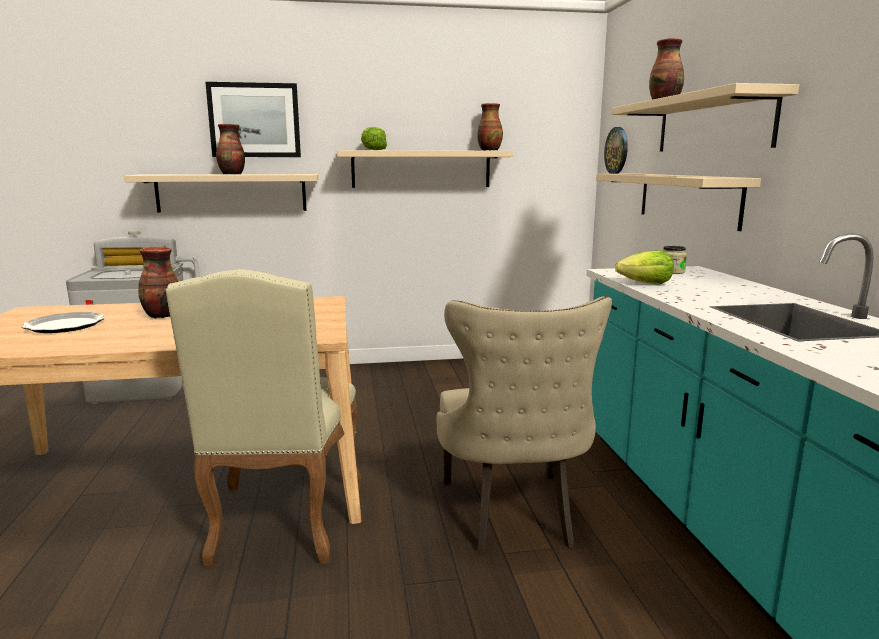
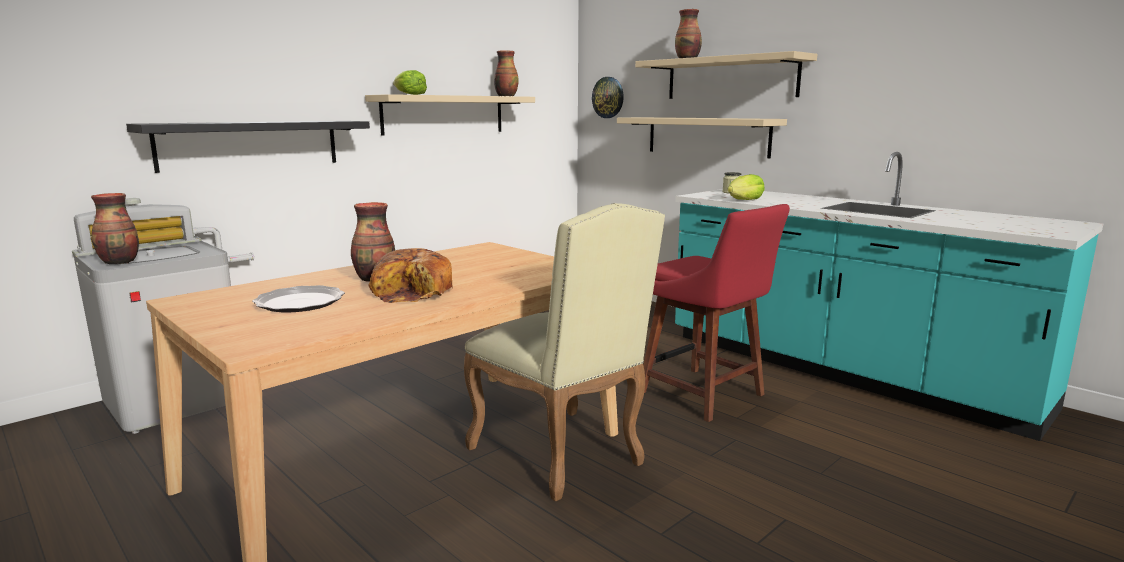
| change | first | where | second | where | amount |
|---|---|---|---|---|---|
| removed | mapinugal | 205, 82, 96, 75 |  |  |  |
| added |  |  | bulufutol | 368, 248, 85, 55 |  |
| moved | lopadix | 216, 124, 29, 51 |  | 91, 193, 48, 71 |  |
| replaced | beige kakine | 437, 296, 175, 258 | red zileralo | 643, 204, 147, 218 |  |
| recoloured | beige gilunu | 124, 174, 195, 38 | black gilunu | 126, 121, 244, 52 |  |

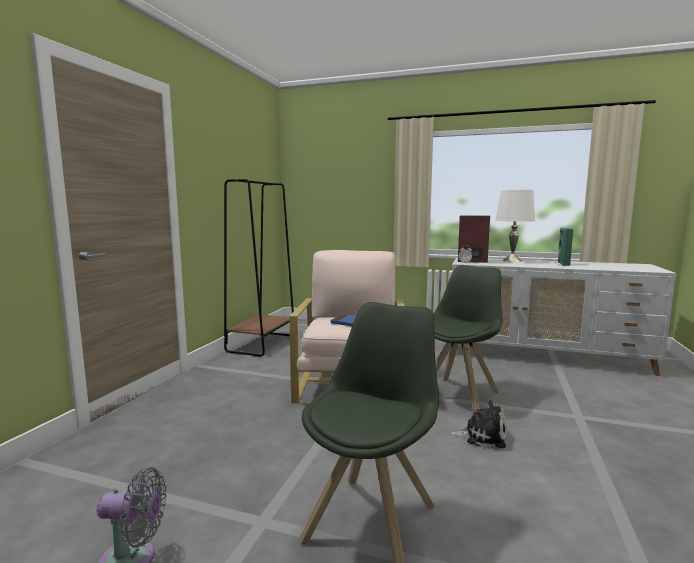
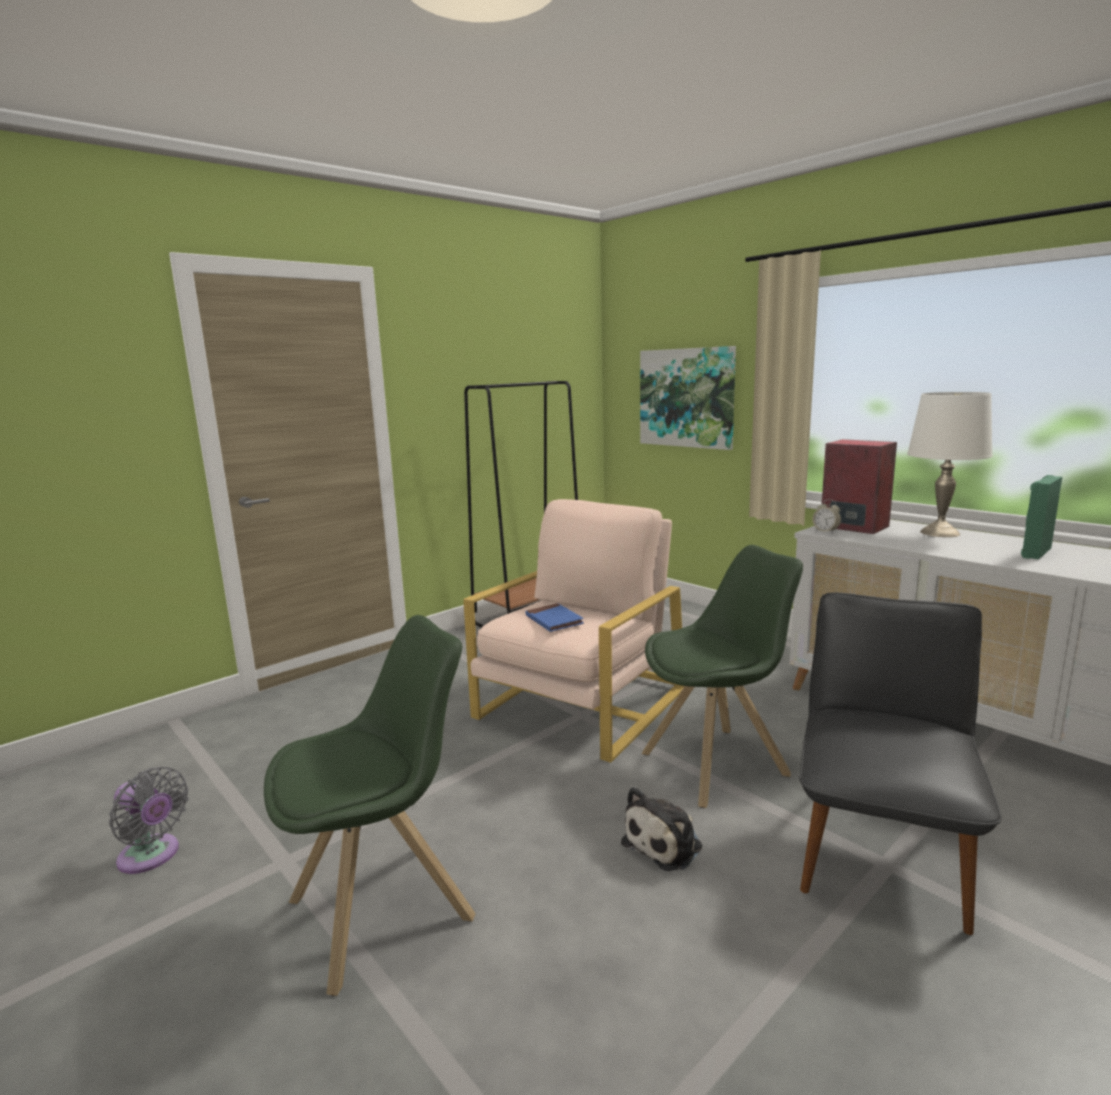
| change | first | where | second | where | amount |
|---|---|---|---|---|---|
| added |  |  | mapinugal | 640, 346, 96, 104 |  |
| added |  |  | black kakine | 799, 592, 203, 343 |  |
| turned | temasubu | 449, 400, 58, 49 |  | 621, 787, 81, 84 | 90 degrees clockwise |

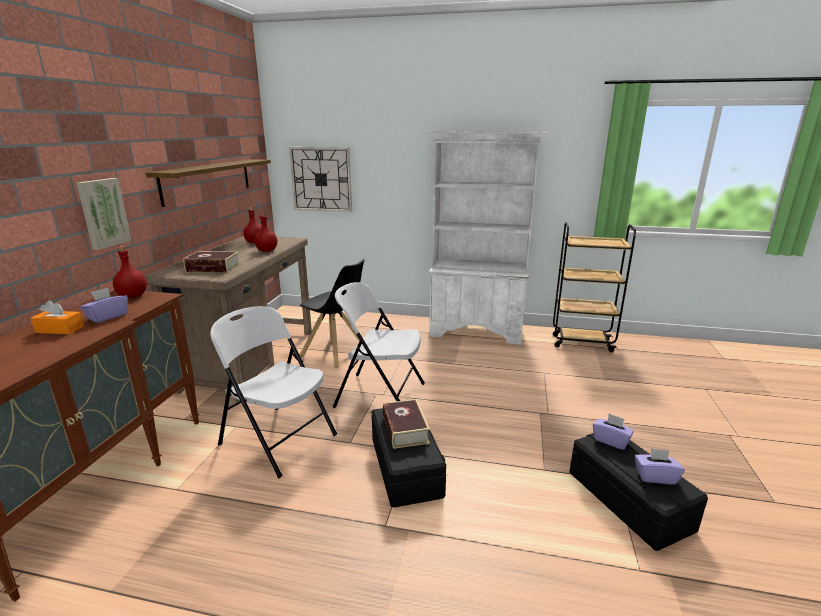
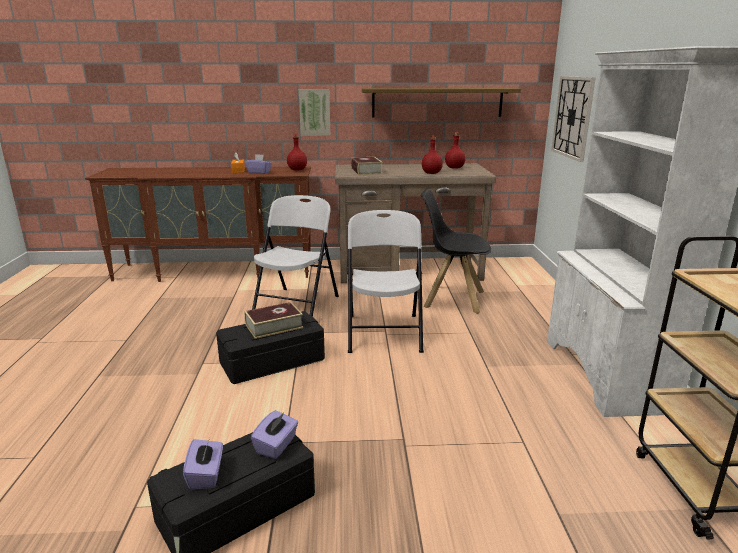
| change | first | where | second | where | amount |
|---|---|---|---|---|---|
| turned | black kakine | 299, 259, 66, 109 |  | 420, 189, 71, 125 | 90 degrees clockwise |

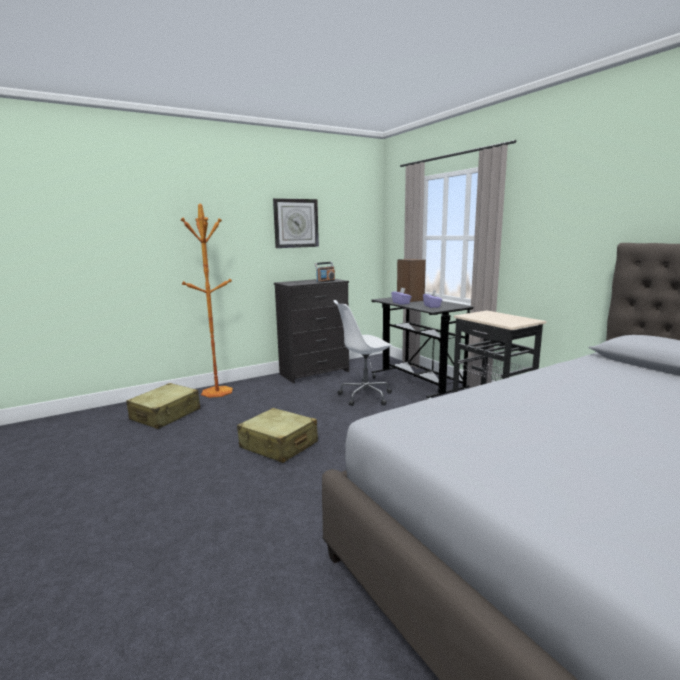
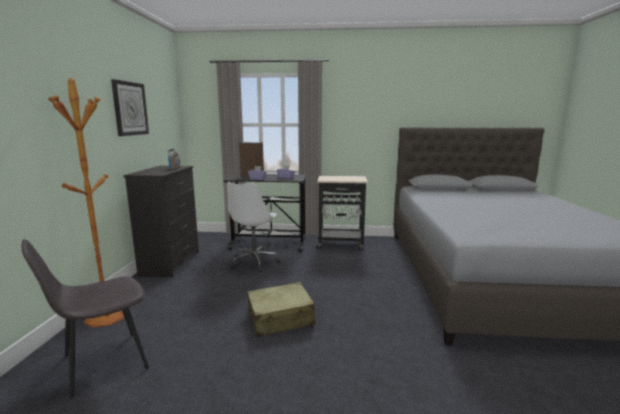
| change | first | where | second | where | amount |
|---|---|---|---|---|---|
| replaced | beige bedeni | 126, 383, 74, 46 | grey kakine | 22, 239, 127, 159 |  |

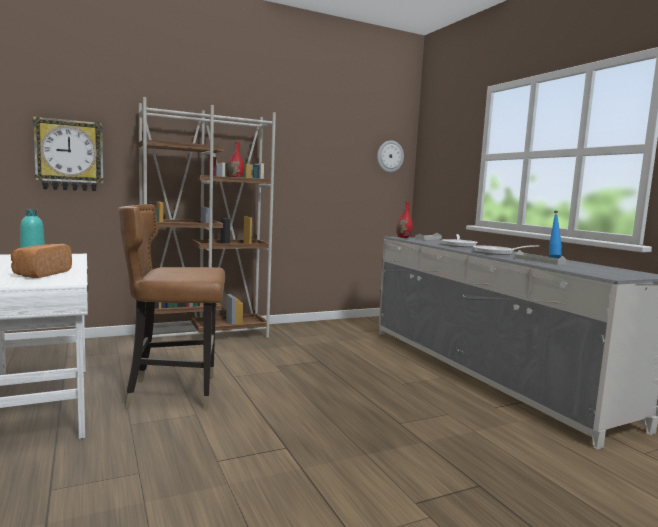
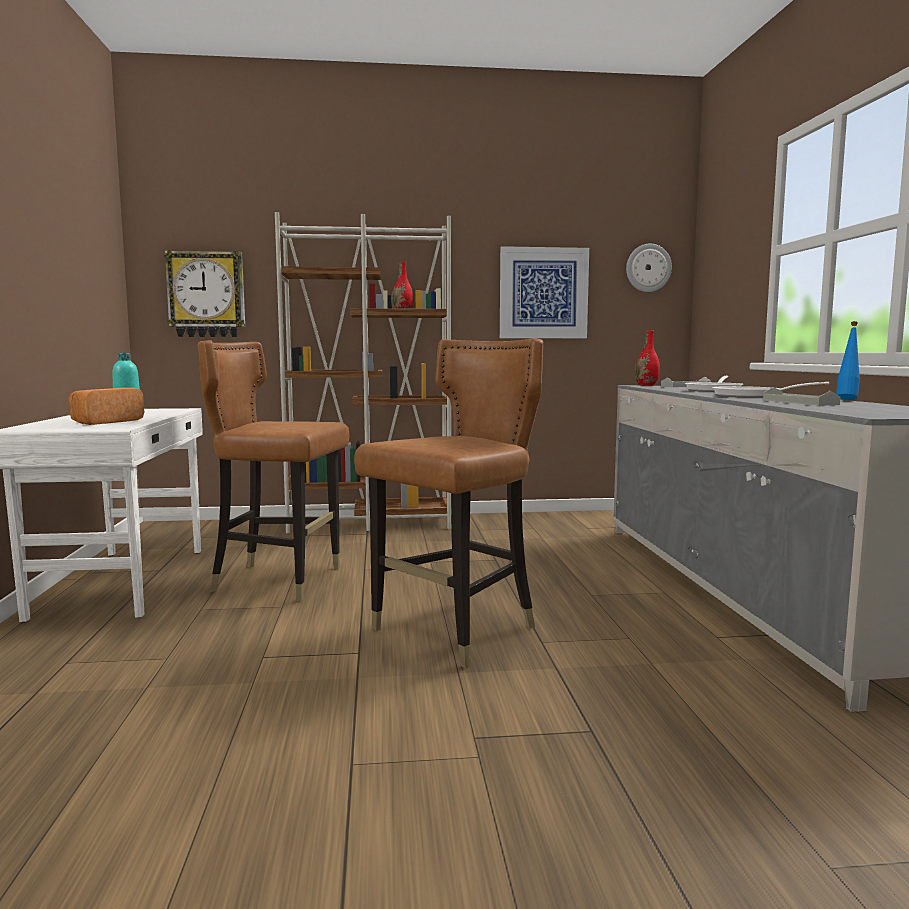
| change | first | where | second | where | amount |
|---|---|---|---|---|---|
| added |  |  | brown kakine | 354, 338, 189, 330 |  |
| added |  |  | mapinugal | 500, 246, 89, 92 |  |

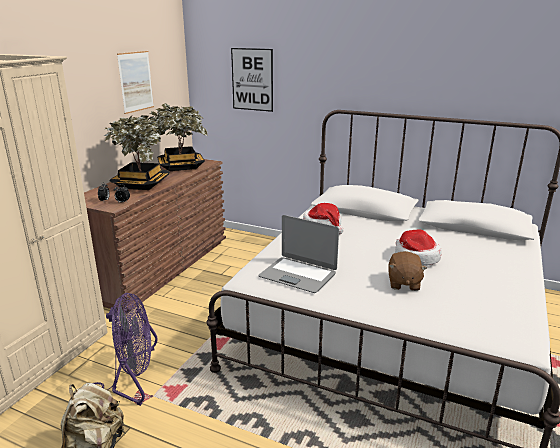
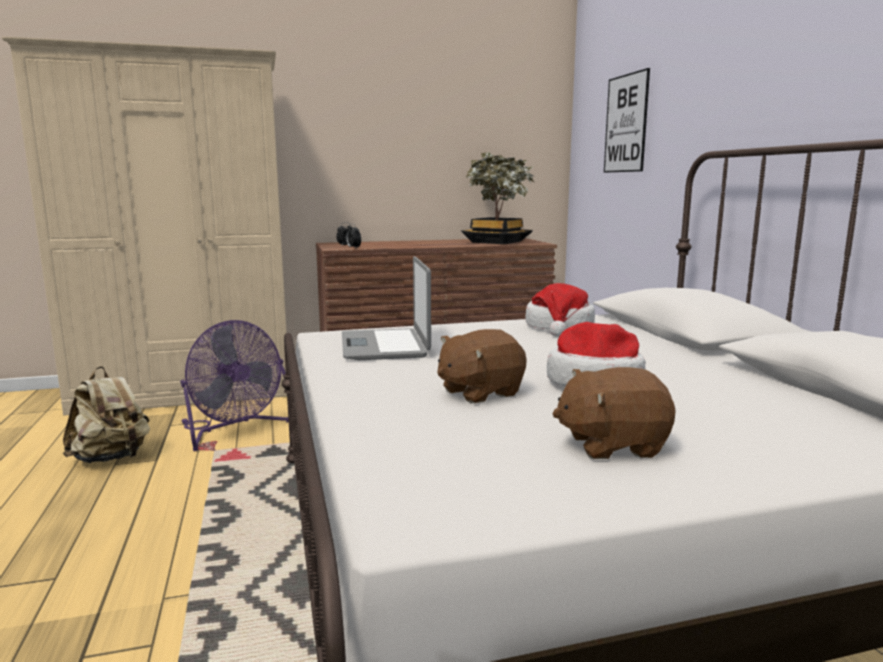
| change | first | where | second | where | amount |
|---|---|---|---|---|---|
| removed | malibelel | 104, 115, 66, 75 |  |  |  |
| removed | mapinugal | 117, 51, 37, 63 |  |  |  |
| added |  |  | brown temasubu | 552, 367, 124, 92 |  |

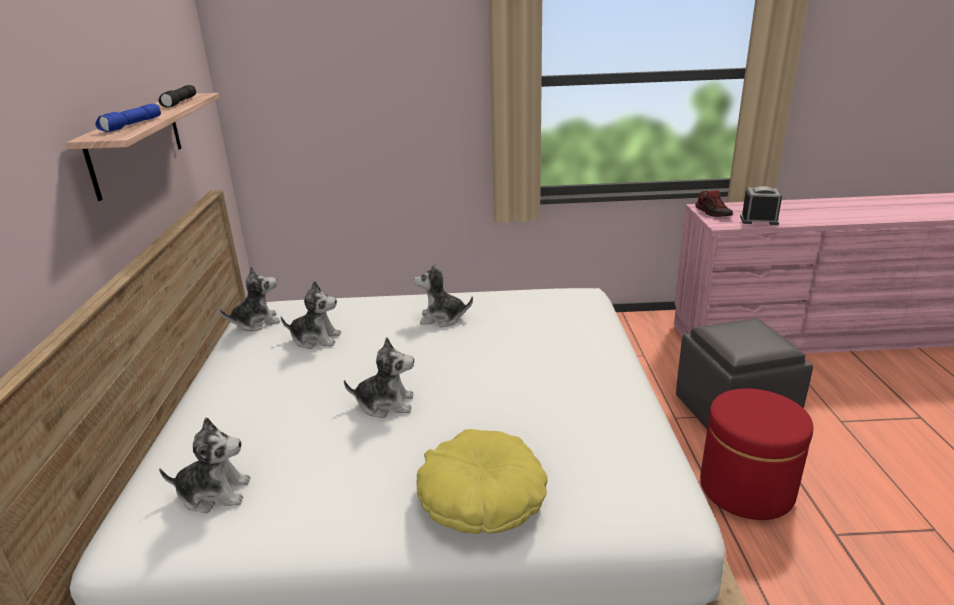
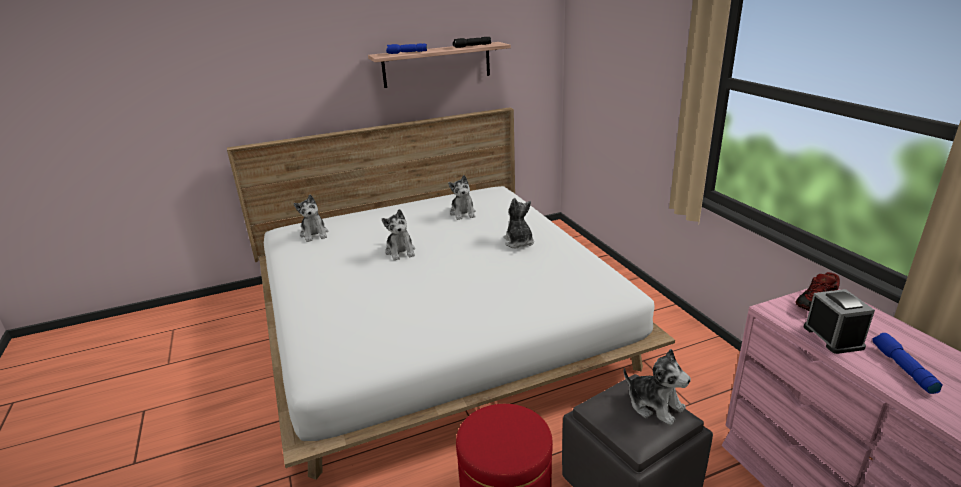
| change | first | where | second | where | amount |
|---|---|---|---|---|---|
| removed | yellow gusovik | 416, 429, 132, 105 |  |  |  |
| added |  |  | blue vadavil | 872, 333, 71, 61 |  |
| moved | temasubu | 220, 266, 60, 65 |  | 624, 349, 67, 77 |  |

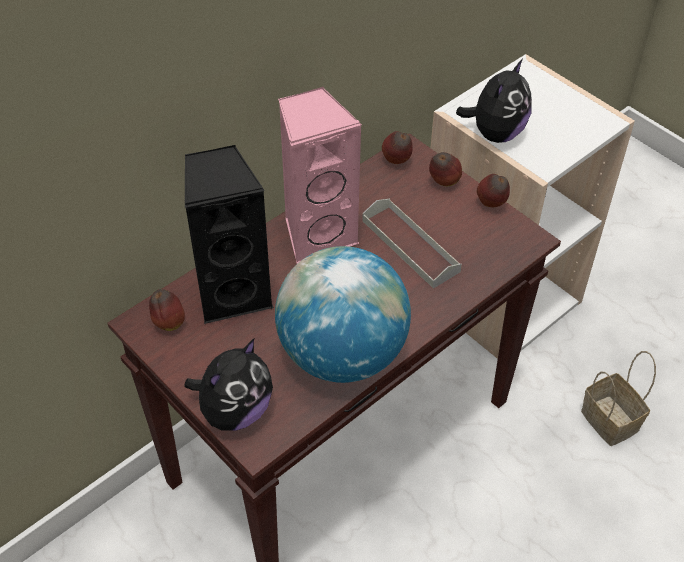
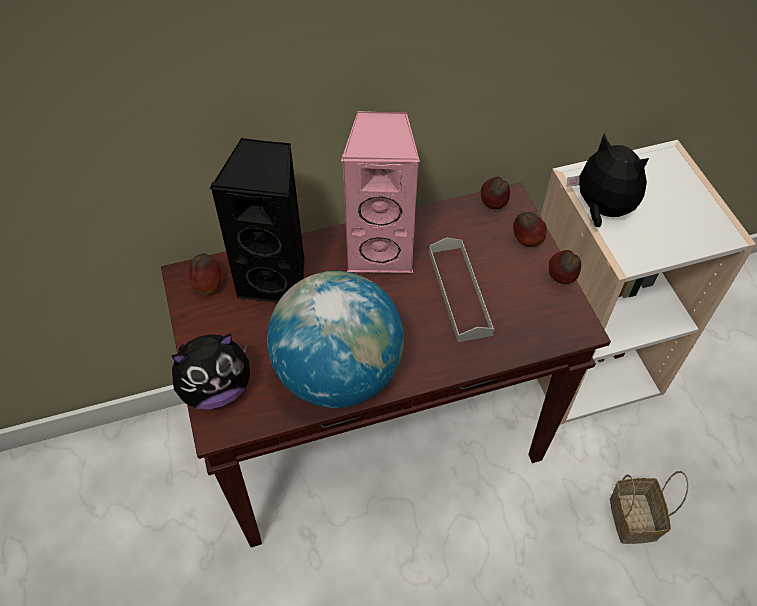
| change | first | where | second | where | amount |
|---|---|---|---|---|---|
| turned | temasubu | 456, 59, 76, 84 |  | 567, 133, 82, 94 | 105 degrees counterclockwise |

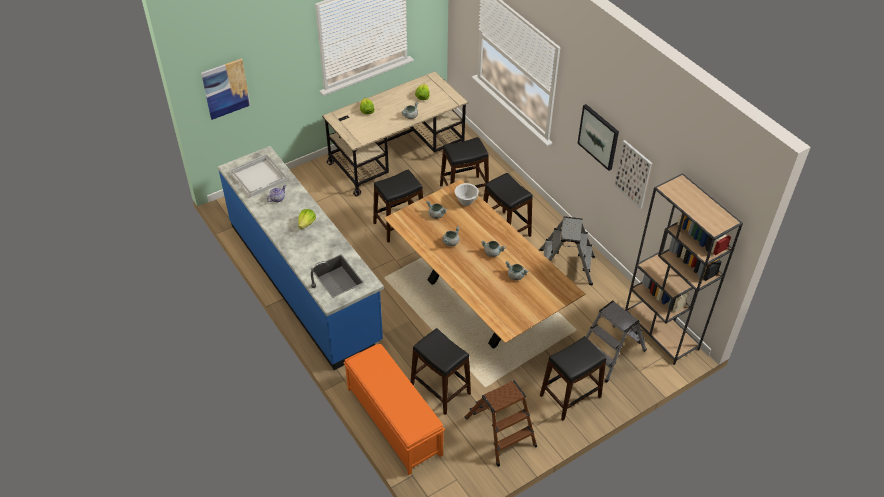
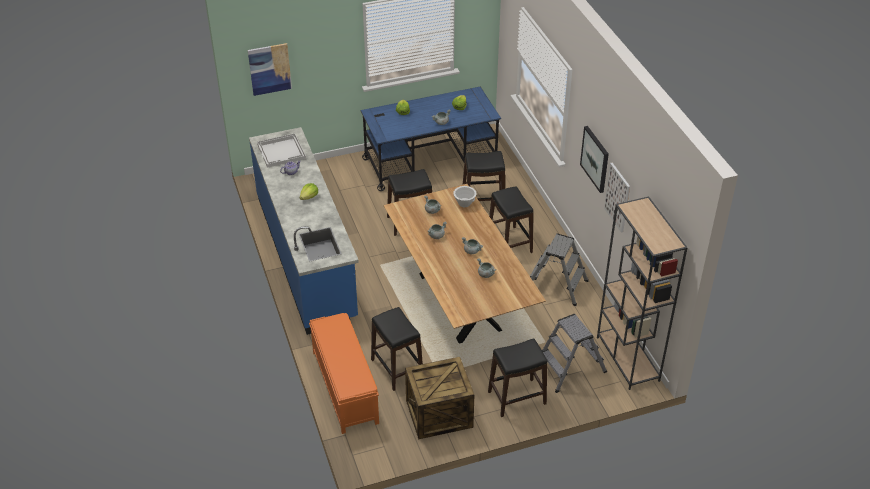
| change | first | where | second | where | amount |
|---|---|---|---|---|---|
| replaced | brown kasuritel | 464, 380, 73, 87 | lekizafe | 405, 357, 69, 83 |  |
| recoloured | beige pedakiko | 322, 71, 146, 125 | blue pedakiko | 360, 87, 141, 104 |  |

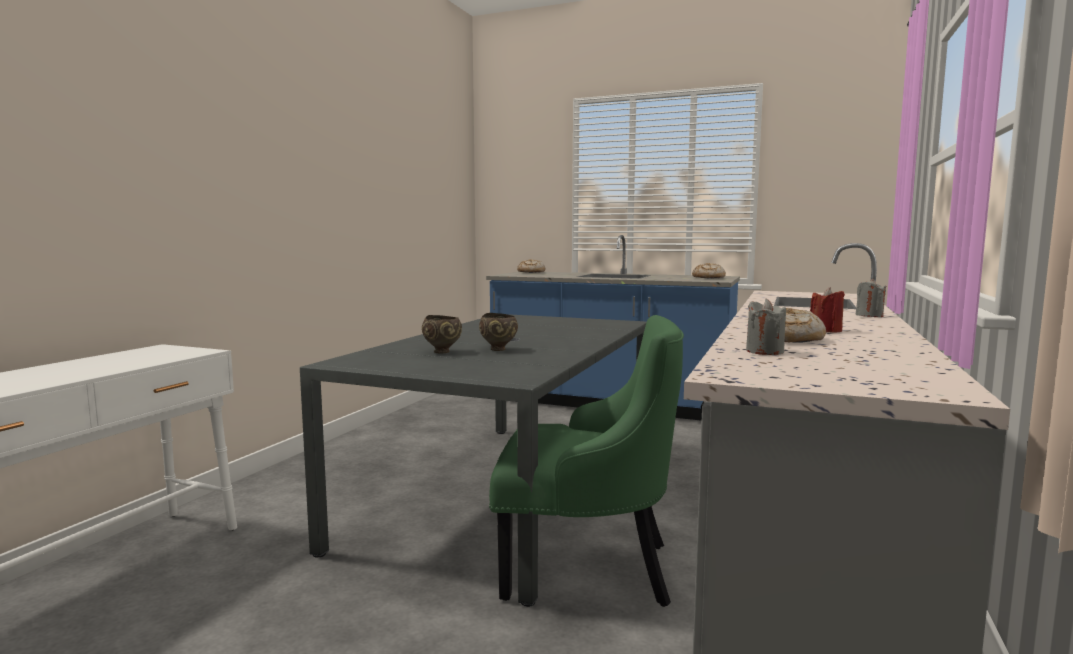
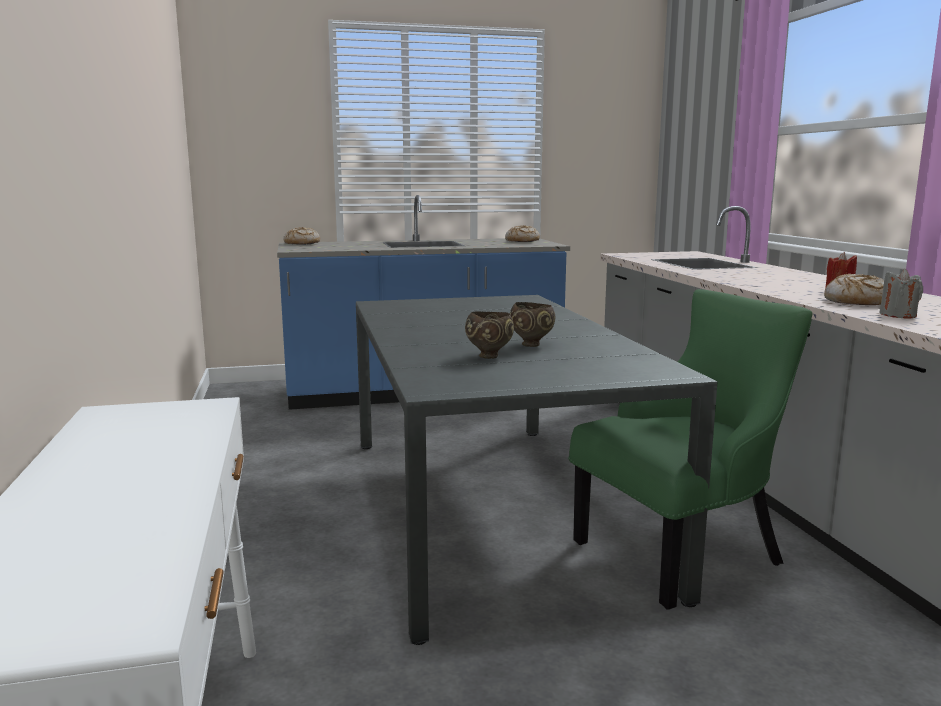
| change | first | where | second | where | amount |
|---|---|---|---|---|---|
| removed | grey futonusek | 855, 279, 31, 38 |  |  |  |

